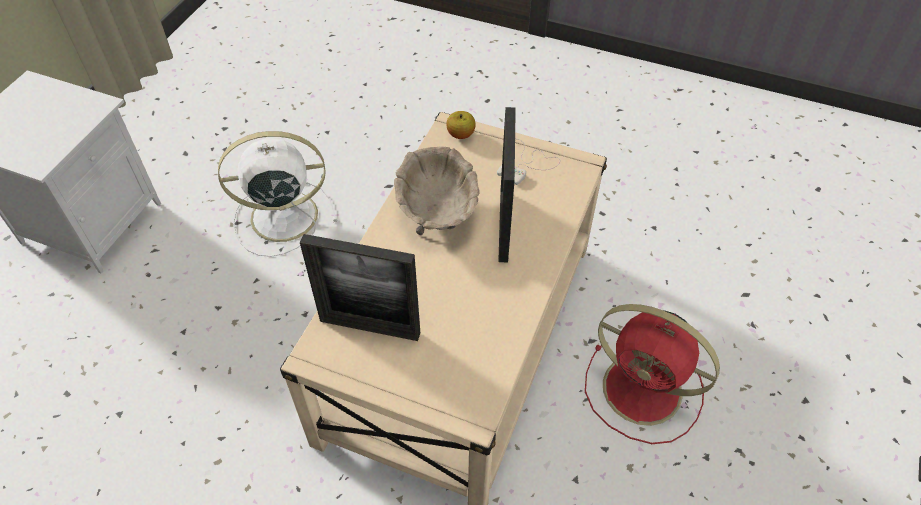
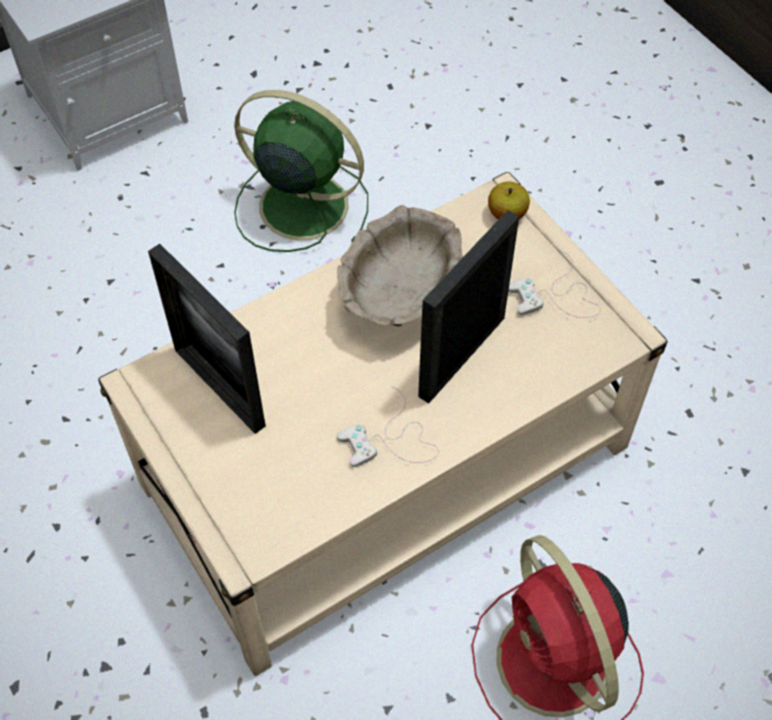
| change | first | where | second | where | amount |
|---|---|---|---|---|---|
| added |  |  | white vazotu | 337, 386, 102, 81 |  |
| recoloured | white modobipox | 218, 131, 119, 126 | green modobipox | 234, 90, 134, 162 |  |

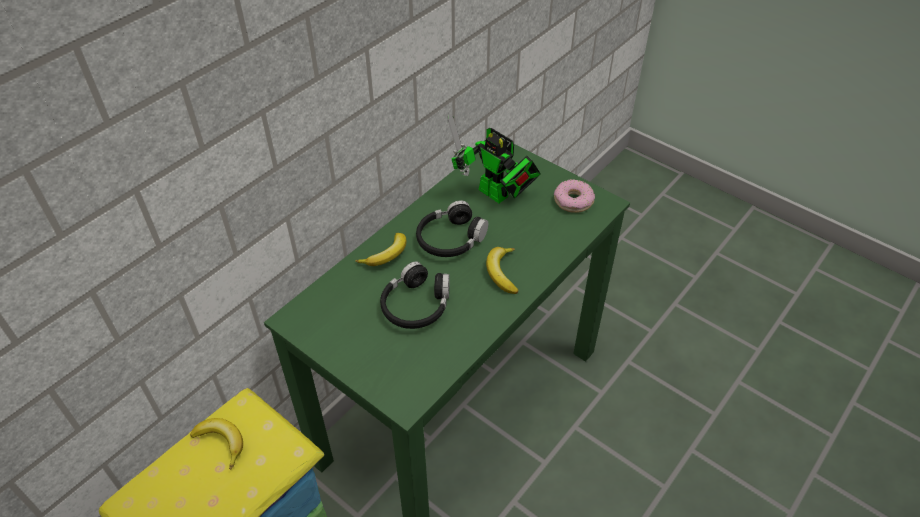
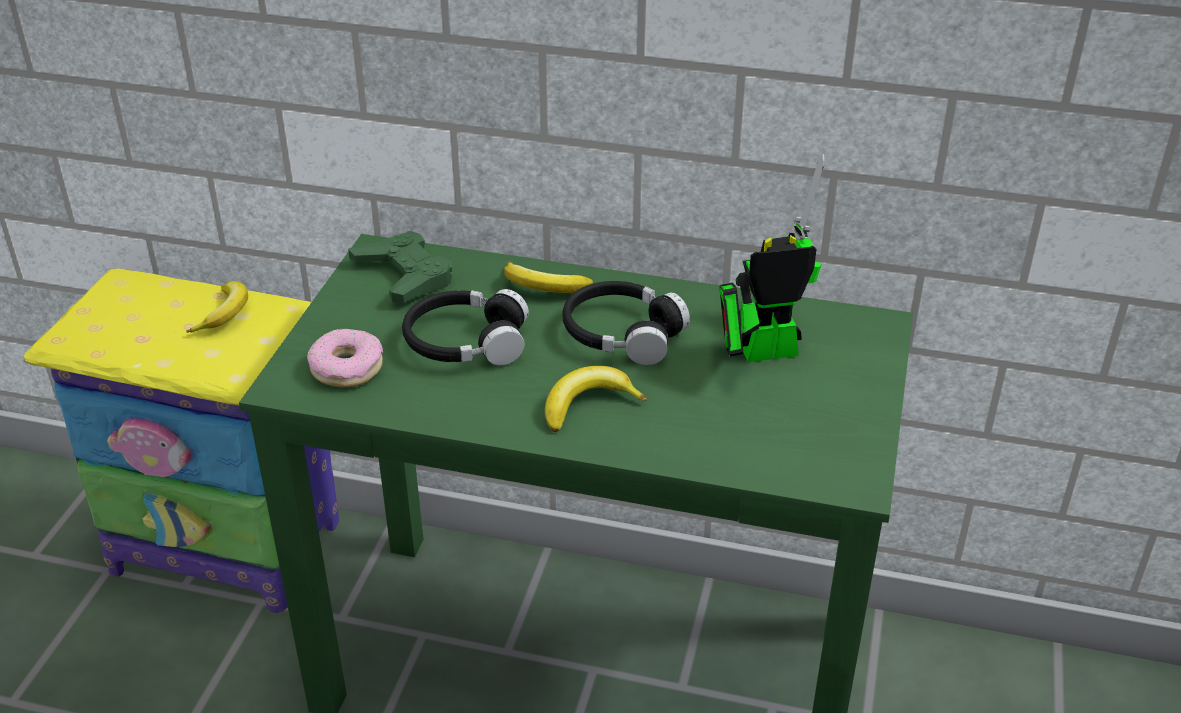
| change | first | where | second | where | amount |
|---|---|---|---|---|---|
| added |  |  | green vazotu | 348, 231, 104, 72 |  |
| moved | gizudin | 554, 179, 41, 34 |  | 307, 329, 76, 58 |  |
| turned | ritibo | 448, 113, 93, 90 |  | 719, 154, 105, 208 | 60 degrees clockwise |

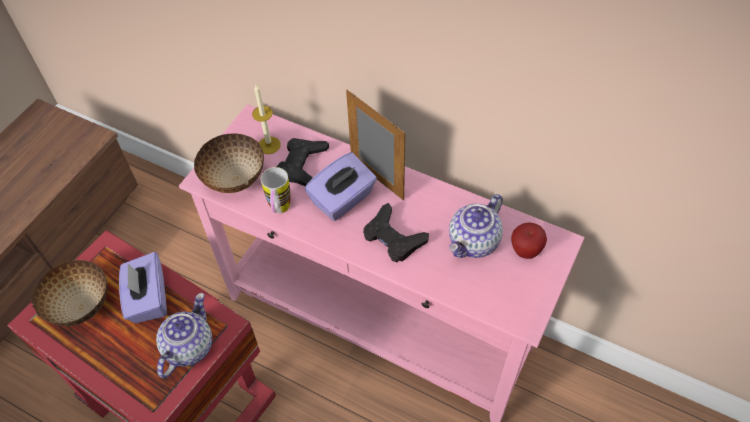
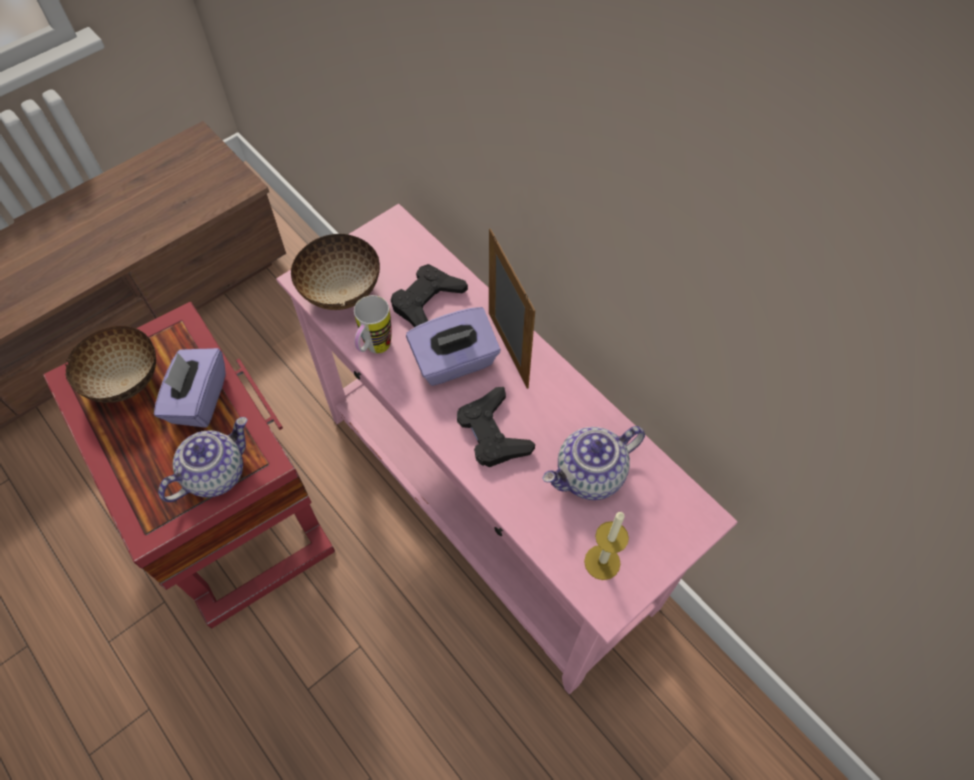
| change | first | where | second | where | amount |
|---|---|---|---|---|---|
| removed | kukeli | 511, 222, 36, 37 |  |  |  |
| moved | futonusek | 252, 84, 29, 70 |  | 584, 512, 45, 68 |  |

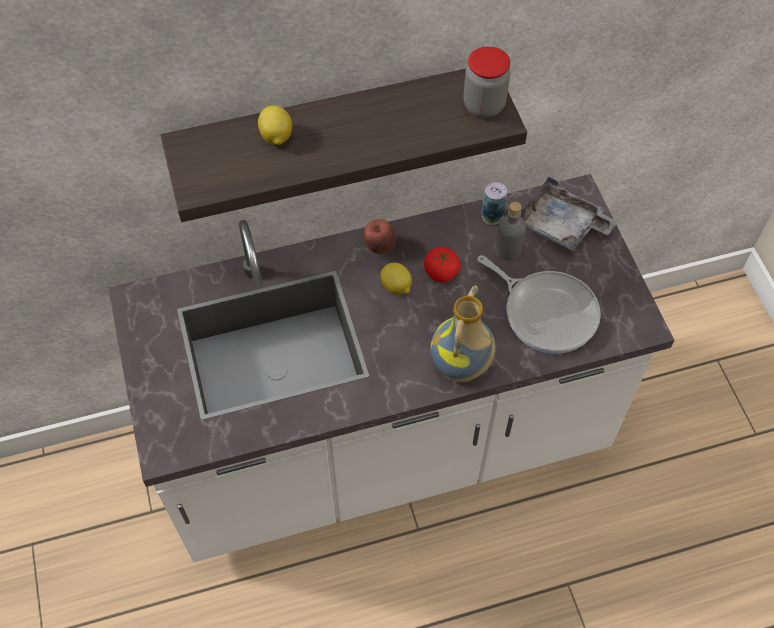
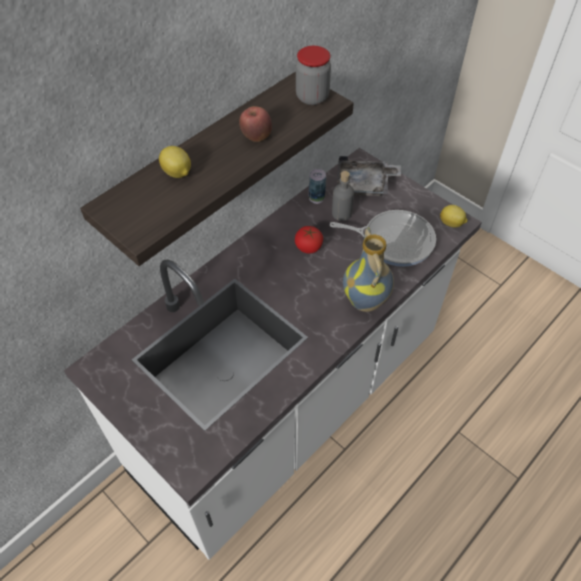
| change | first | where | second | where | amount |
|---|---|---|---|---|---|
| moved | kukeli | 364, 219, 32, 35 |  | 239, 106, 33, 36 |  |
| moved | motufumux | 380, 263, 32, 32 |  | 440, 205, 27, 22 |  |

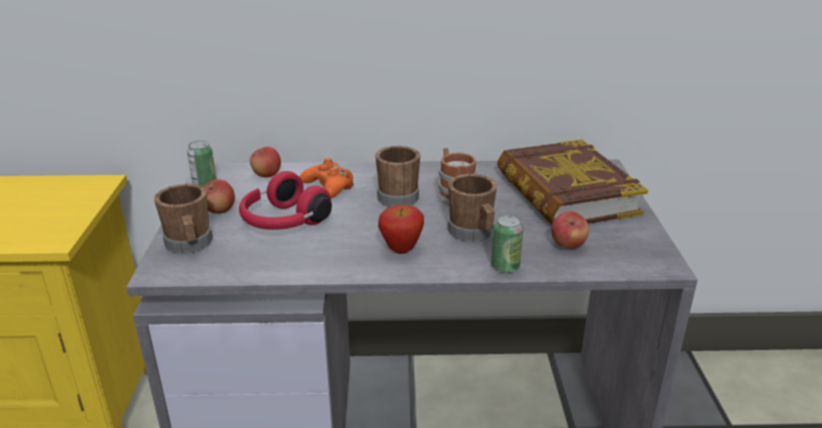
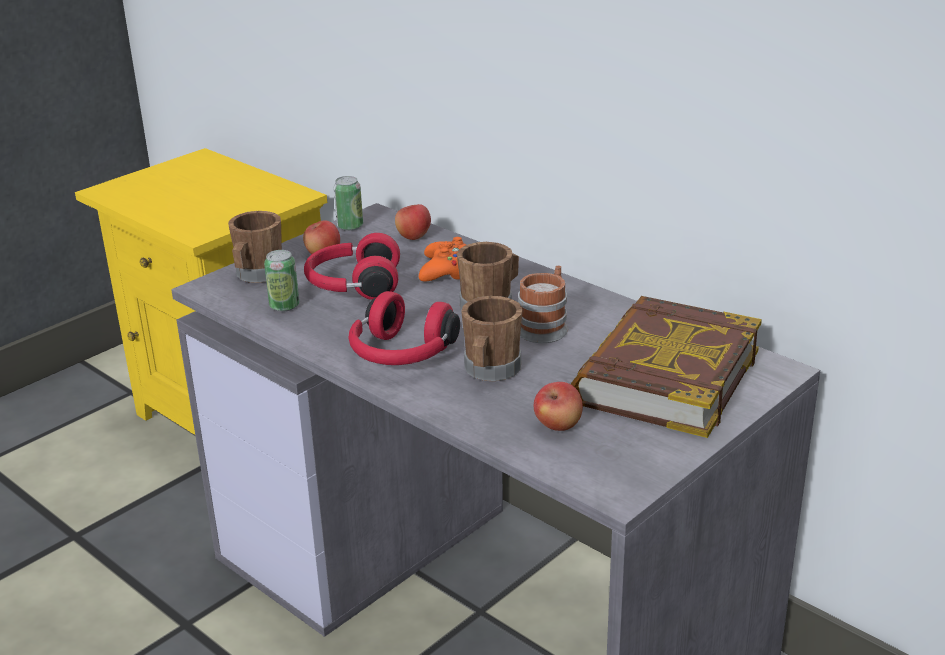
| change | first | where | second | where | amount |
|---|---|---|---|---|---|
| moved | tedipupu | 491, 214, 32, 59 |  | 264, 250, 35, 62 |  |
| replaced | kukeli | 378, 205, 46, 49 | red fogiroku | 349, 291, 111, 74 |  |

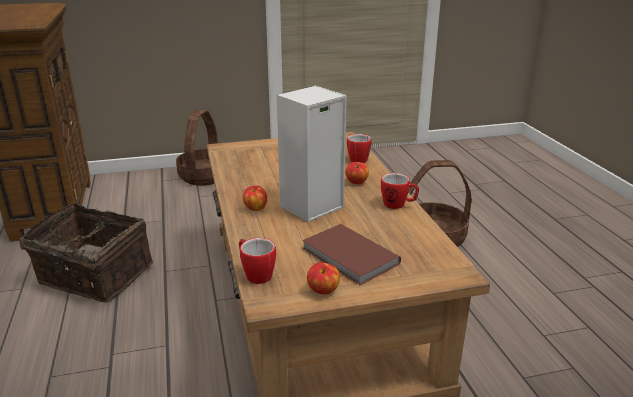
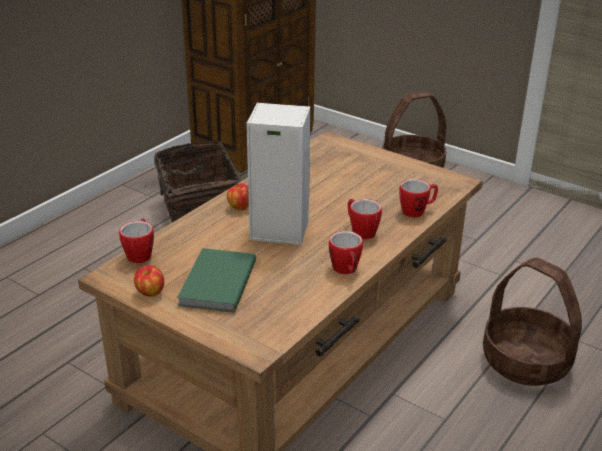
| change | first | where | second | where | amount |
|---|---|---|---|---|---|
| replaced | kukeli | 345, 162, 24, 22 | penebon | 348, 199, 34, 40 |  |
| recoloured | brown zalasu | 302, 224, 99, 61 | green zalasu | 177, 248, 79, 65 |  |

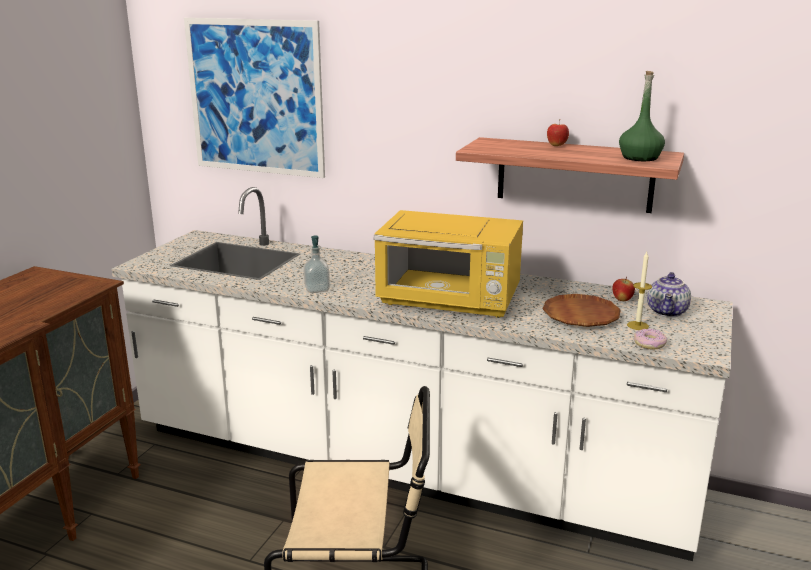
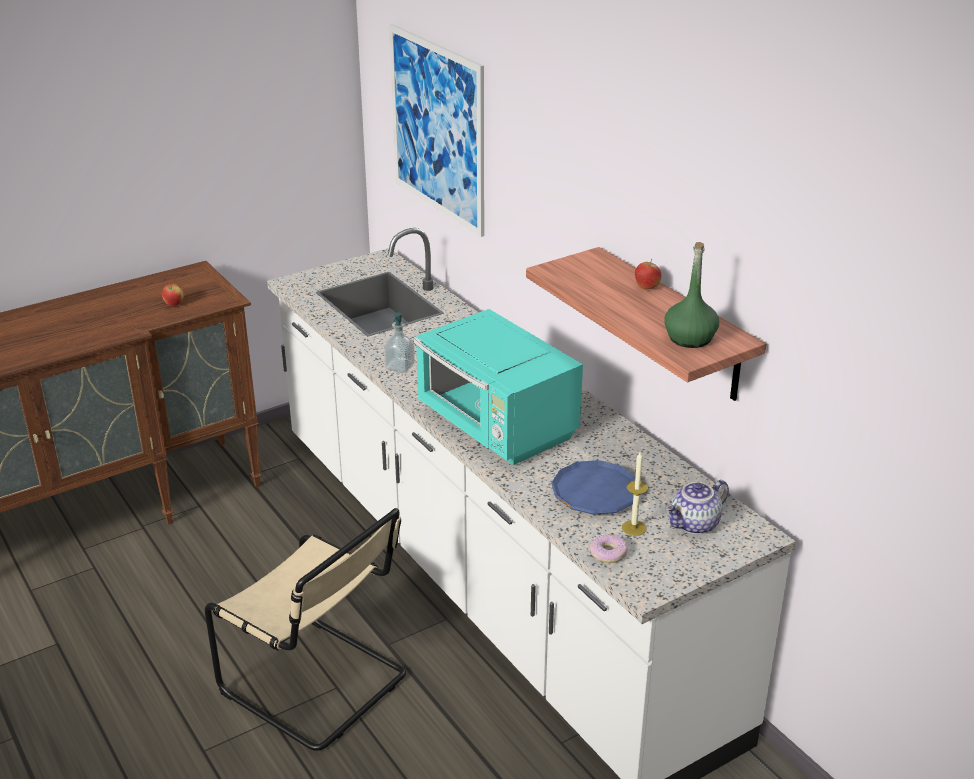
| change | first | where | second | where | amount |
|---|---|---|---|---|---|
| moved | kukeli | 613, 277, 22, 24 |  | 162, 283, 22, 23 |  |
| recoloured | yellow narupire | 374, 210, 149, 108 | turquoise narupire | 414, 309, 169, 156 |  |
| recoloured | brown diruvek | 543, 294, 78, 33 | blue diruvek | 551, 460, 85, 55 |  |

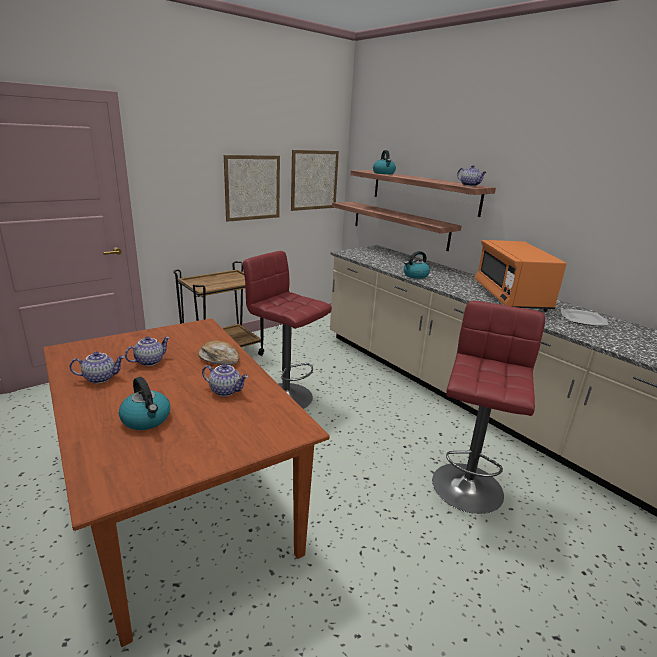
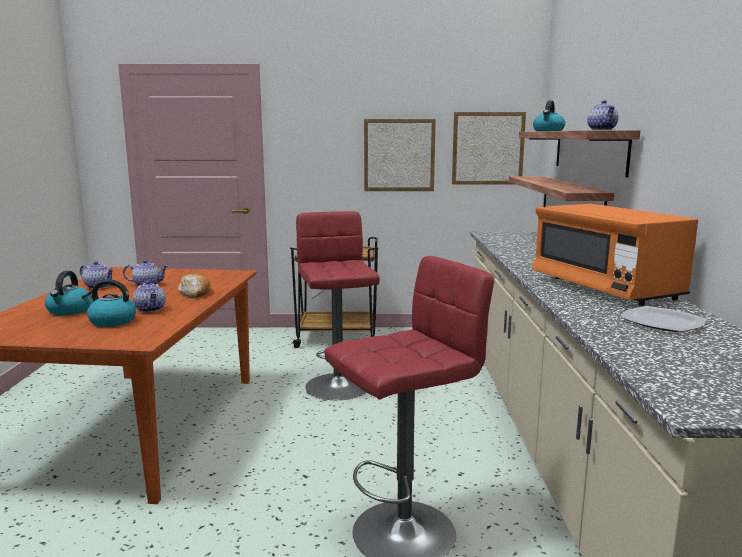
| change | first | where | second | where | amount |
|---|---|---|---|---|---|
| moved | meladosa | 403, 251, 27, 28 |  | 82, 279, 54, 48 |  |
| turned | orange narupire | 475, 240, 92, 72 |  | 532, 204, 166, 102 | 60 degrees counterclockwise |

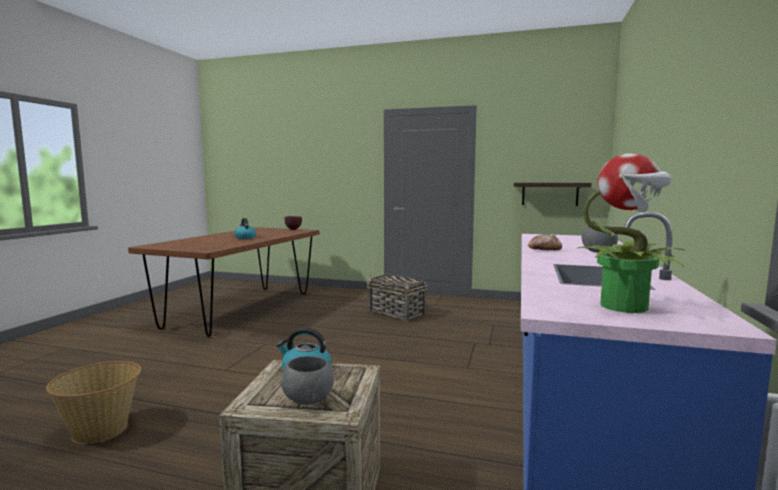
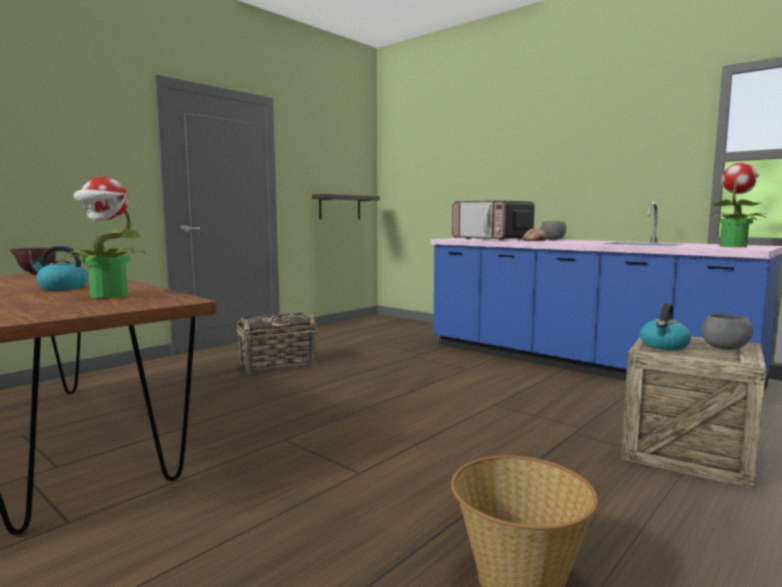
| change | first | where | second | where | amount |
|---|---|---|---|---|---|
| added |  |  | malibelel | 62, 177, 85, 121 |  |
| added |  |  | narupire | 452, 200, 83, 41 |  |

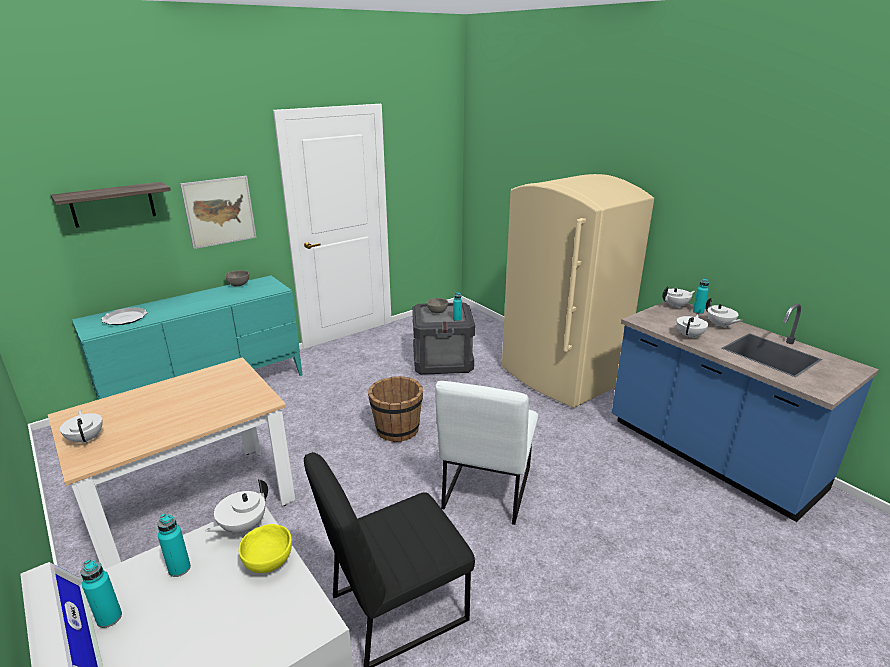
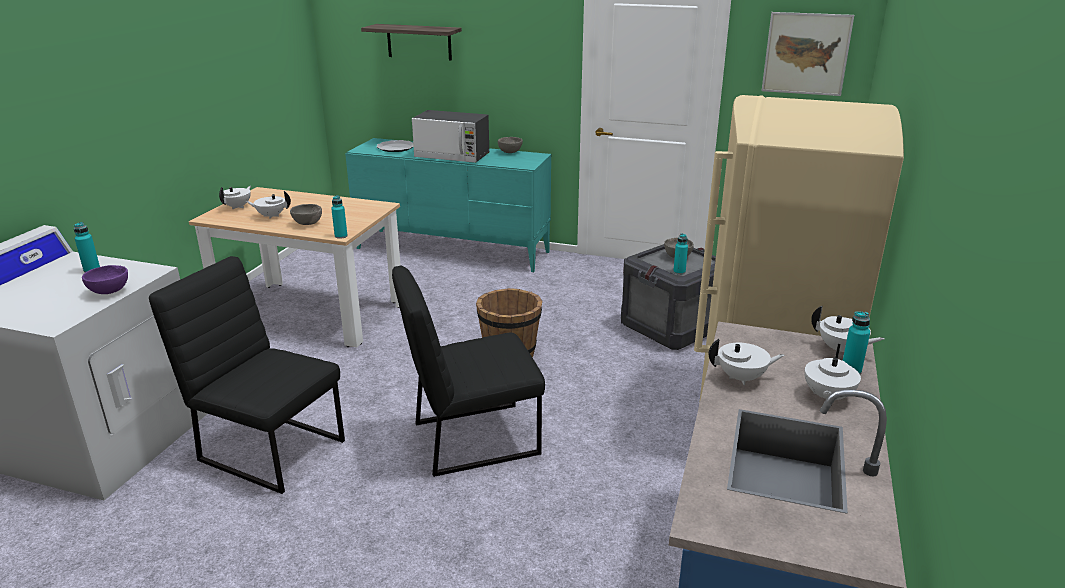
| change | first | where | second | where | amount |
|---|---|---|---|---|---|
| added |  |  | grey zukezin | 290, 204, 32, 21 |  |
| added |  |  | narupire | 412, 110, 77, 53 |  |
| moved | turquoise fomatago | 81, 559, 41, 69 |  | 331, 195, 17, 44 |  |
| moved | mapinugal | 180, 176, 77, 73 |  | 761, 12, 93, 84 |  |
| moved | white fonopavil | 206, 479, 62, 56 |  | 246, 191, 45, 28 |  |
| recoloured | yellow zukezin | 238, 524, 54, 49 | purple zukezin | 82, 265, 46, 29 |  |
| recoloured | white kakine | 435, 381, 103, 144 | black kakine | 392, 265, 153, 212 |  |

